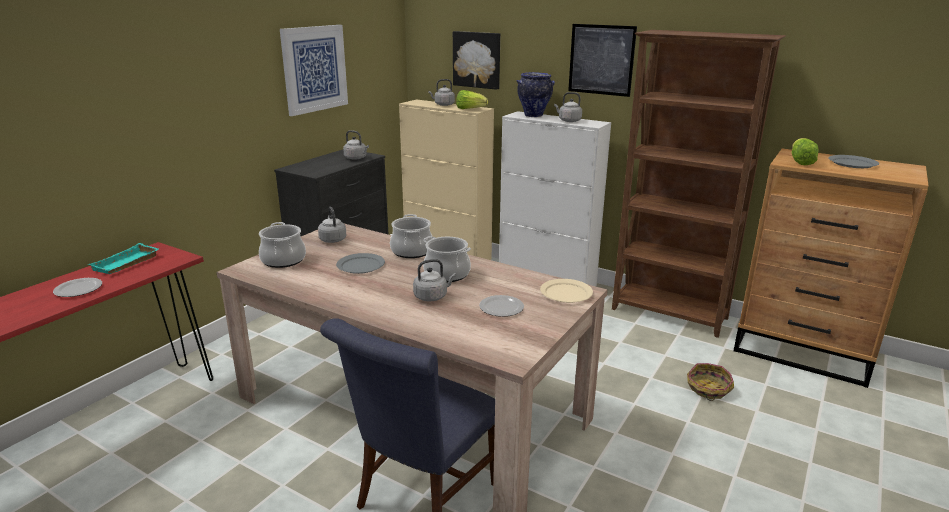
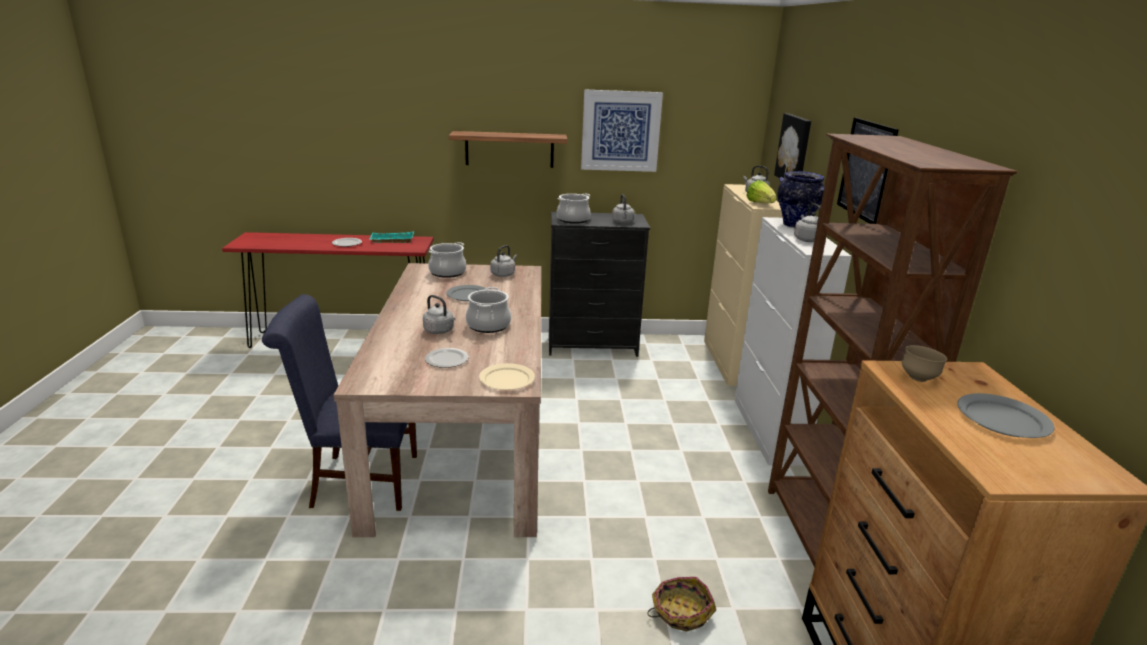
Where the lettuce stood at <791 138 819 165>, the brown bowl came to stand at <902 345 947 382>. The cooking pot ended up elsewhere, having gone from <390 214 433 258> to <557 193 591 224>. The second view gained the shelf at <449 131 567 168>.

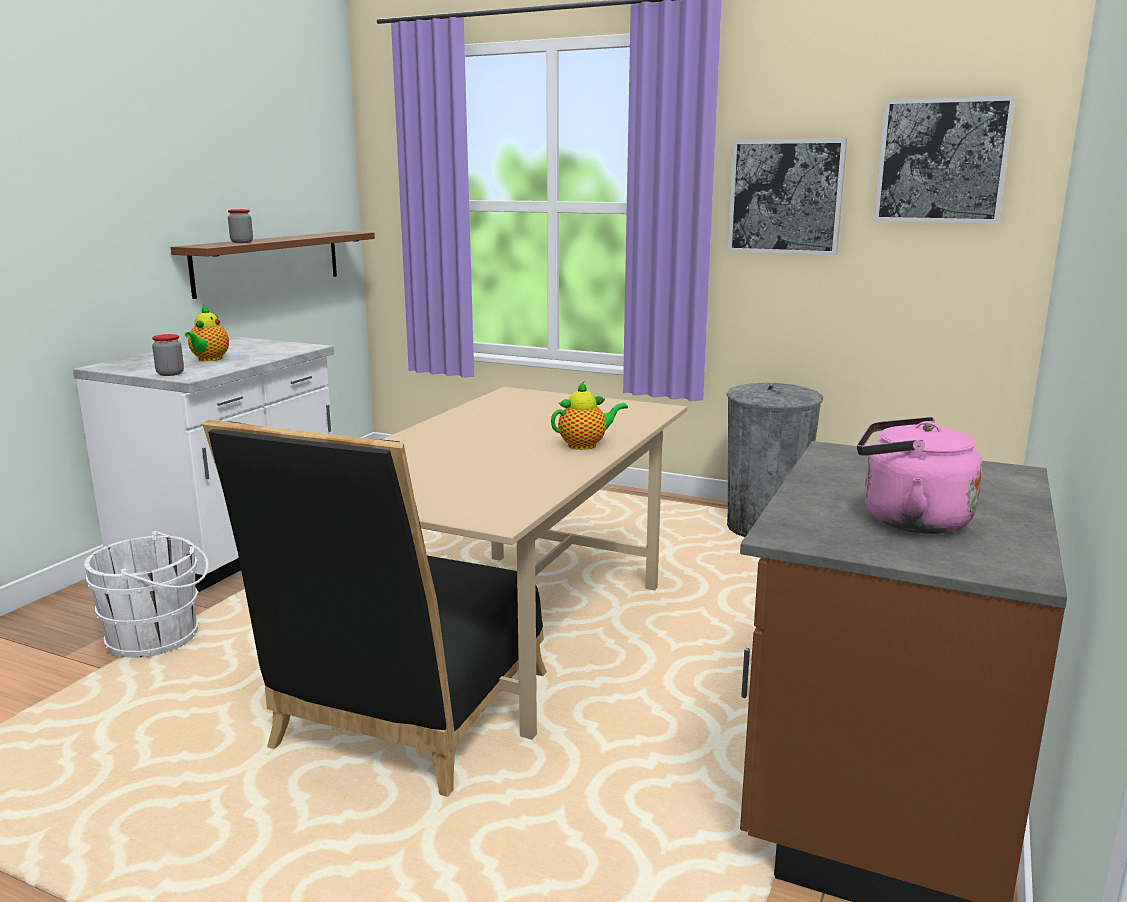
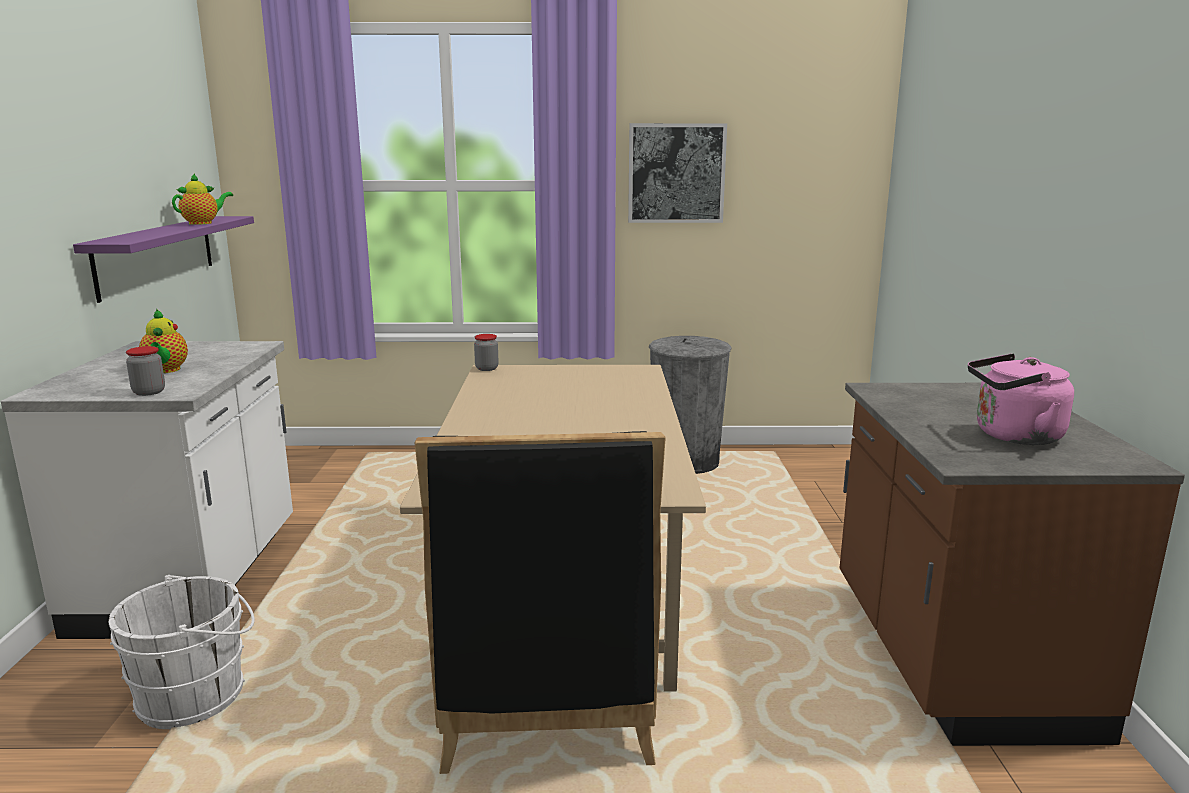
The second view lost the picture at <874 95 1016 223>. The jar ended up elsewhere, having gone from <228 209 253 243> to <474 334 499 371>. What was the brown shelf at <171 231 375 299> turned into the purple shelf at <73 216 254 303>. The teapot ended up elsewhere, having gone from <551 381 628 450> to <172 174 233 225>.

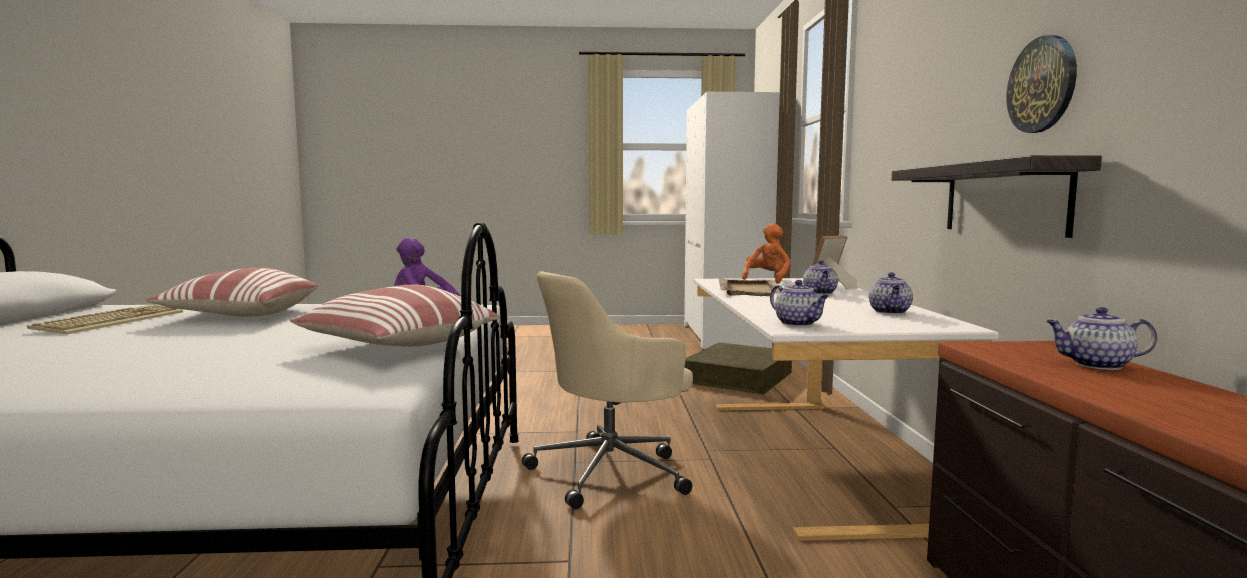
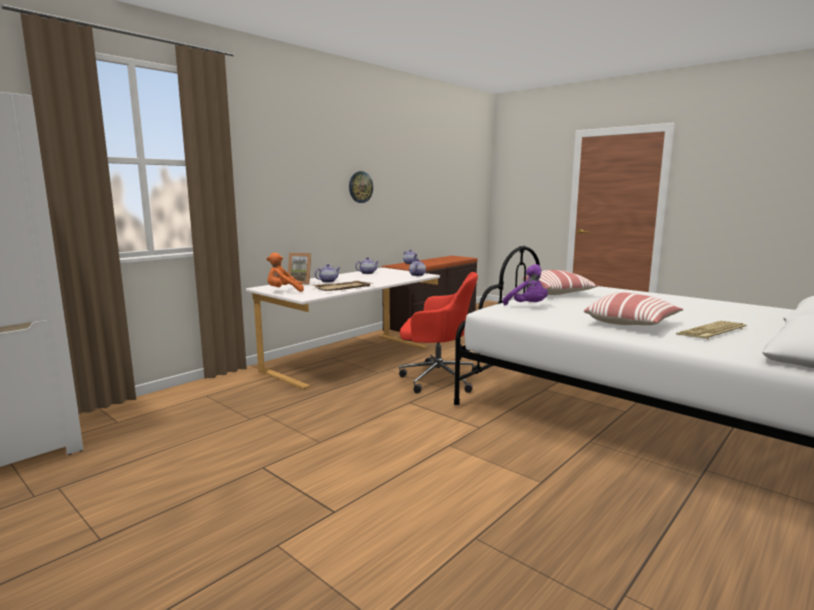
The second view lost the shelf at <892 155 1102 238>. What was the beige office chair at <522 271 693 509> turned into the red office chair at <399 272 478 393>. The second view lost the brown storage box at <684 343 792 395>.

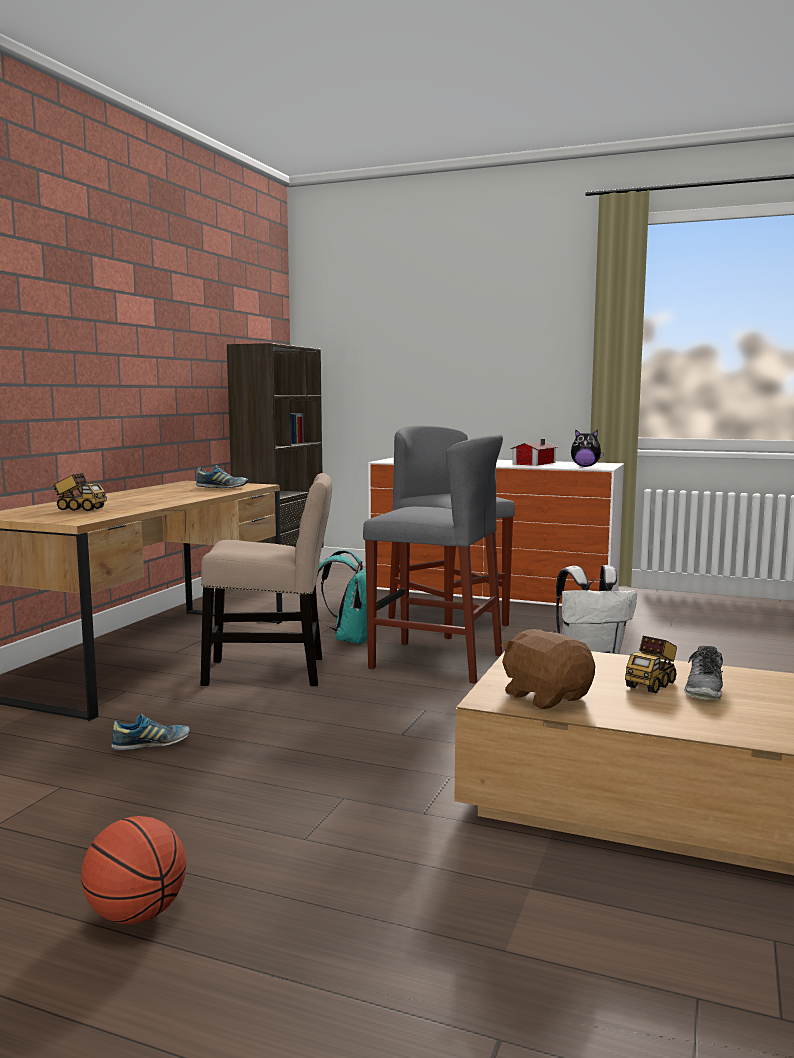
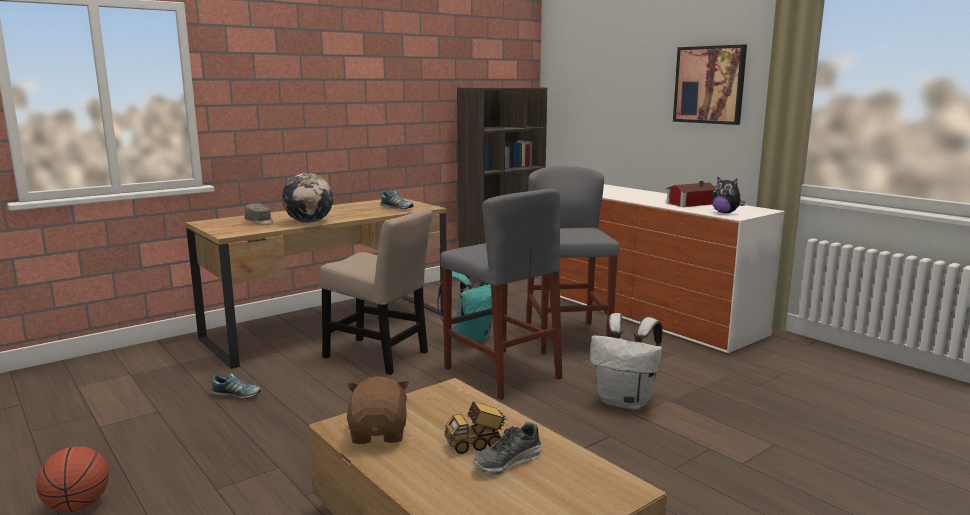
Where the toy truck stood at <52 473 107 511>, the grey cap came to stand at <245 203 274 225>. The second view gained the picture at <673 44 747 125>. The second view gained the globe at <282 173 333 223>.

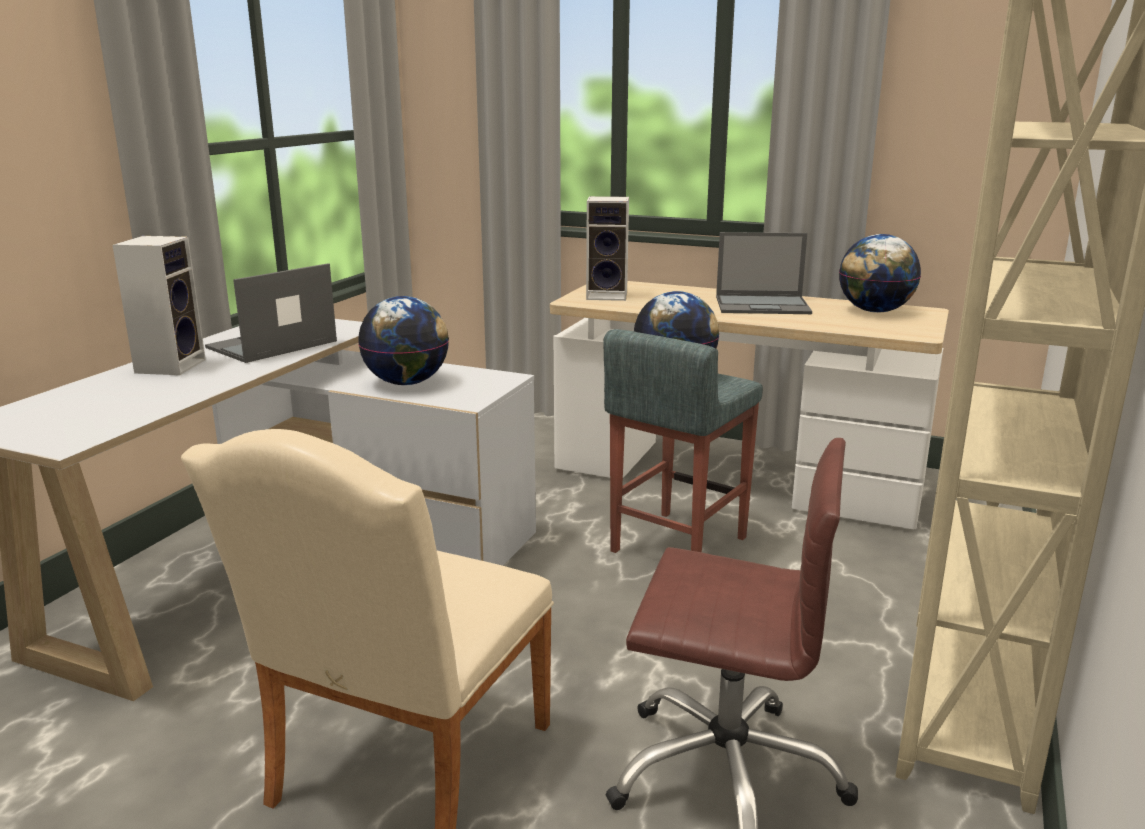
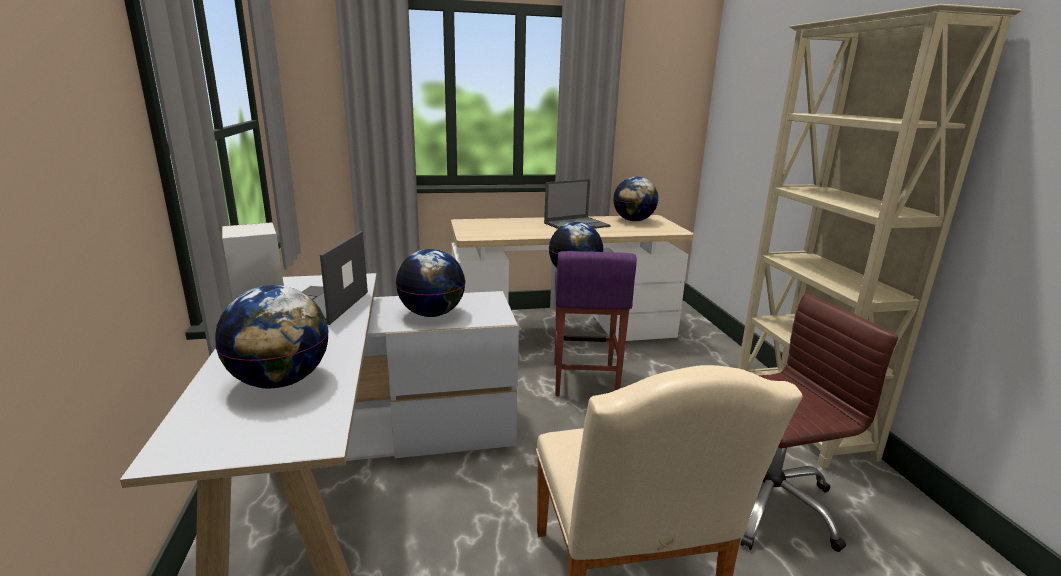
The second view lost the speaker at <586 196 629 301>. What was the grey stool at <603 329 763 553> turned into the purple stool at <554 251 637 396>. The second view gained the globe at <215 285 329 388>.

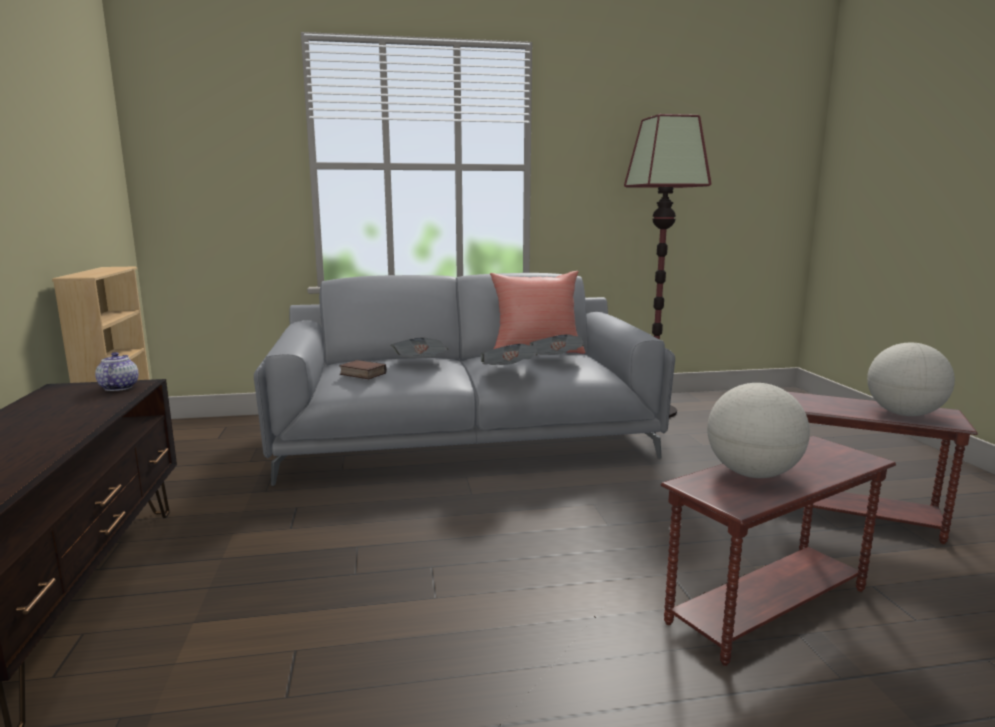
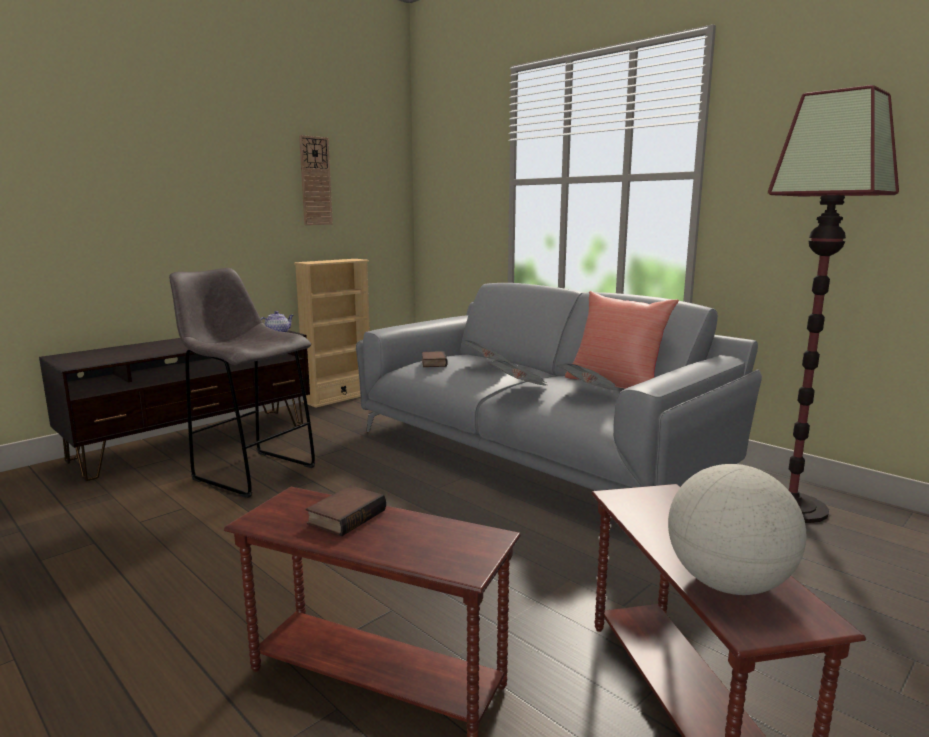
Where the globe stood at <707 383 810 478>, the book came to stand at <306 485 386 536>. The second view gained the wall clock at <299 135 333 225>. The second view gained the grey stool at <169 268 315 498>.

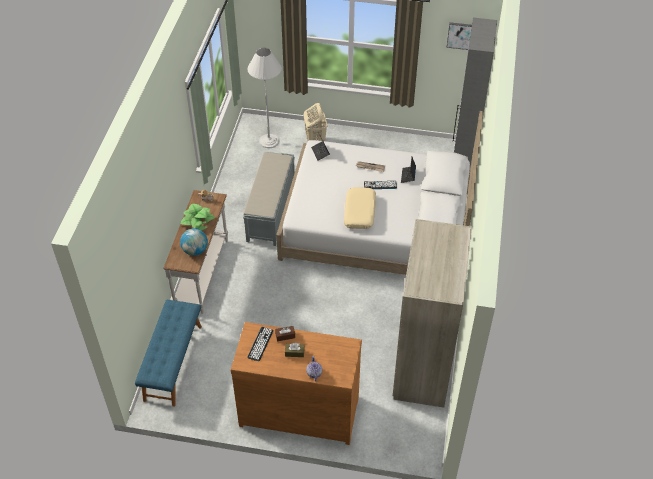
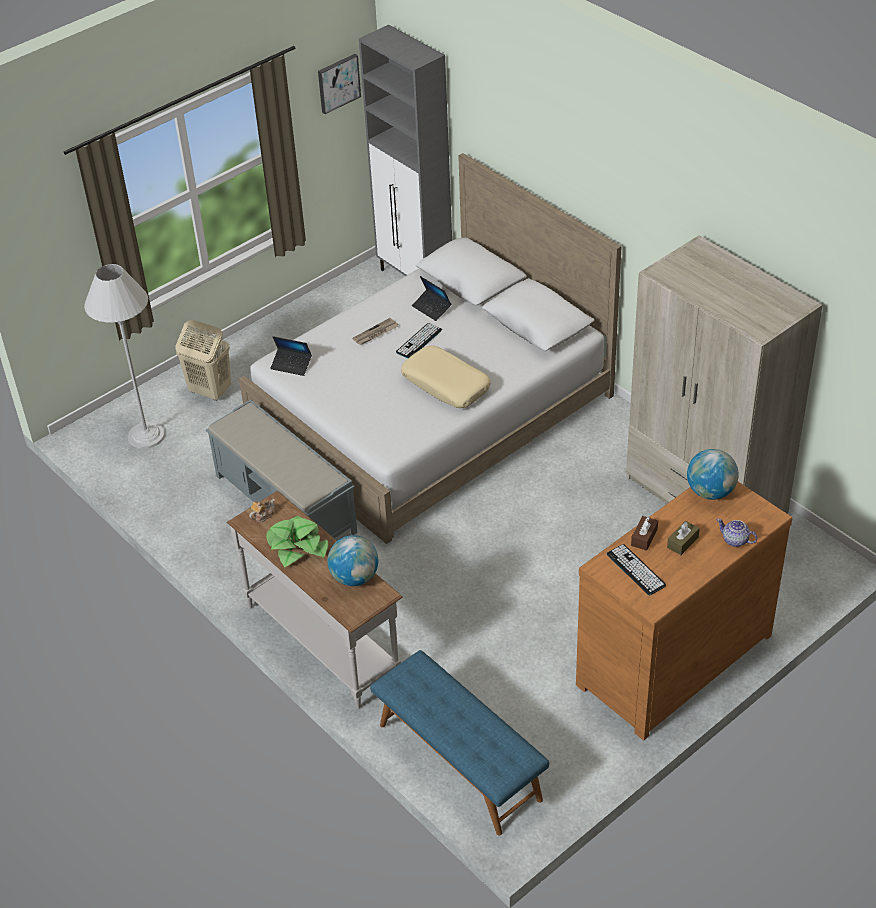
The second view gained the globe at <687 449 739 500>.

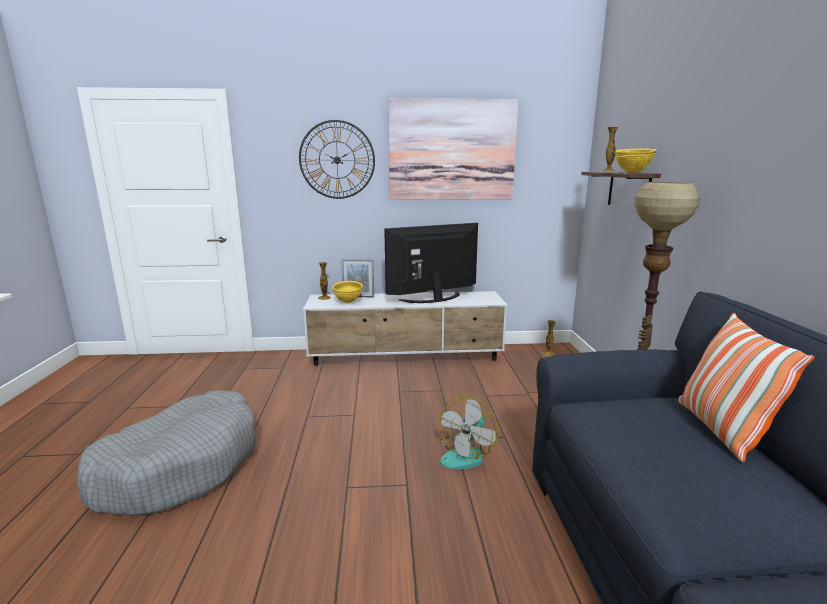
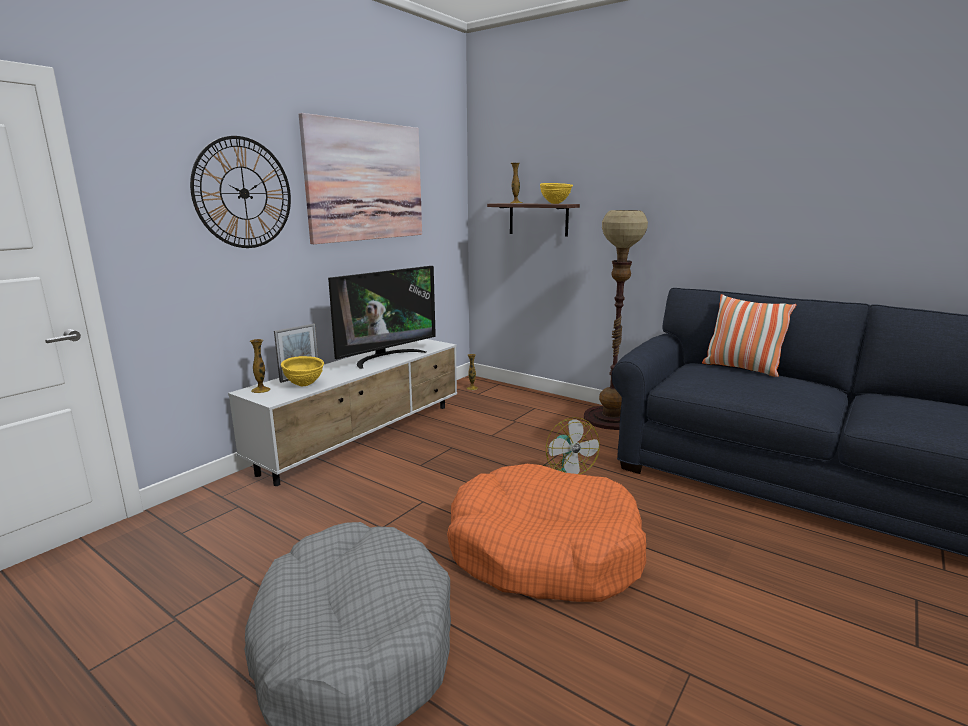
The television at <384 223 478 303> ended up facing another way, 150 degrees counterclockwise from before. The second view gained the orange dog bed at <447 464 646 602>.

